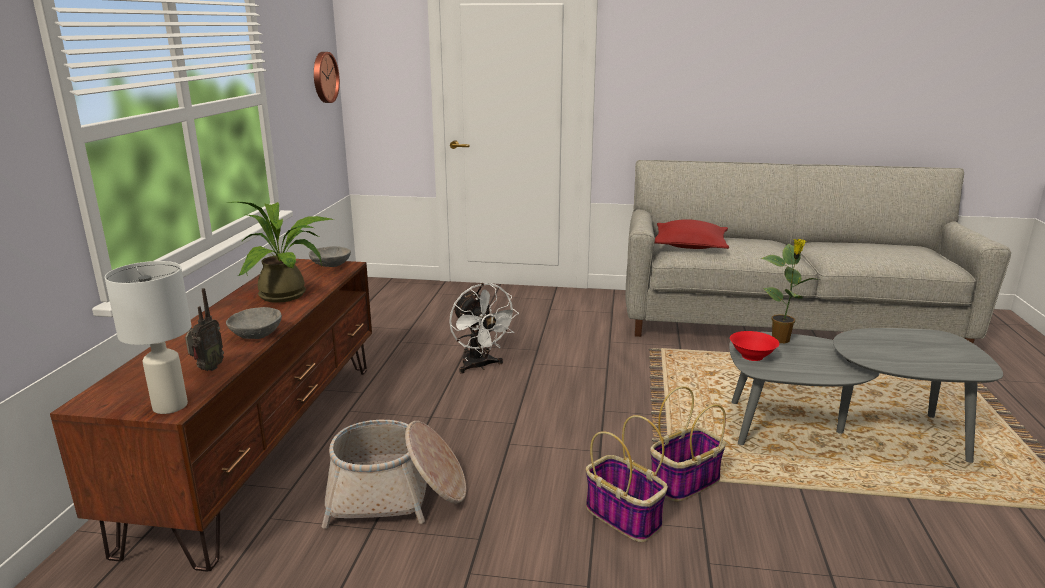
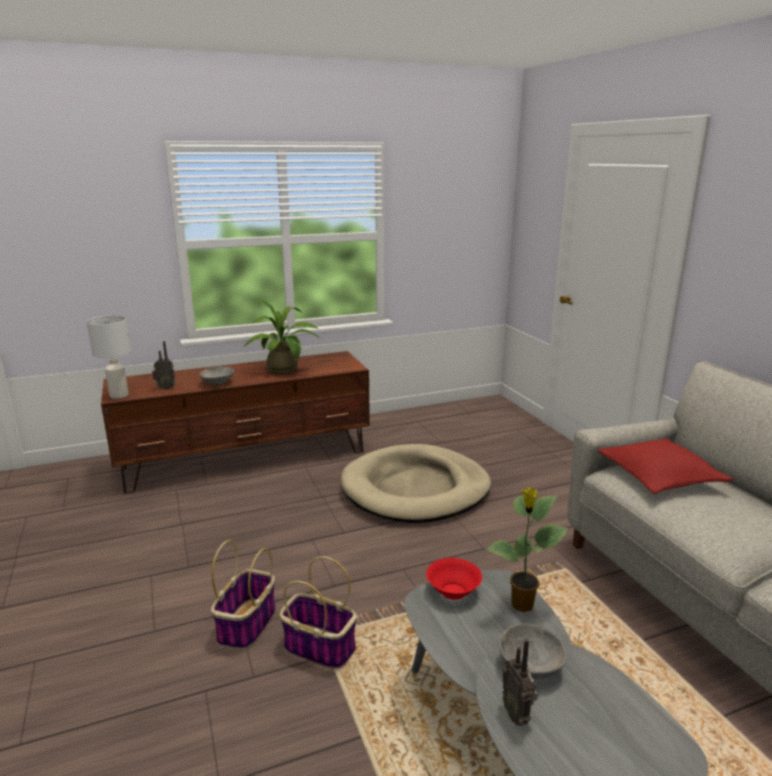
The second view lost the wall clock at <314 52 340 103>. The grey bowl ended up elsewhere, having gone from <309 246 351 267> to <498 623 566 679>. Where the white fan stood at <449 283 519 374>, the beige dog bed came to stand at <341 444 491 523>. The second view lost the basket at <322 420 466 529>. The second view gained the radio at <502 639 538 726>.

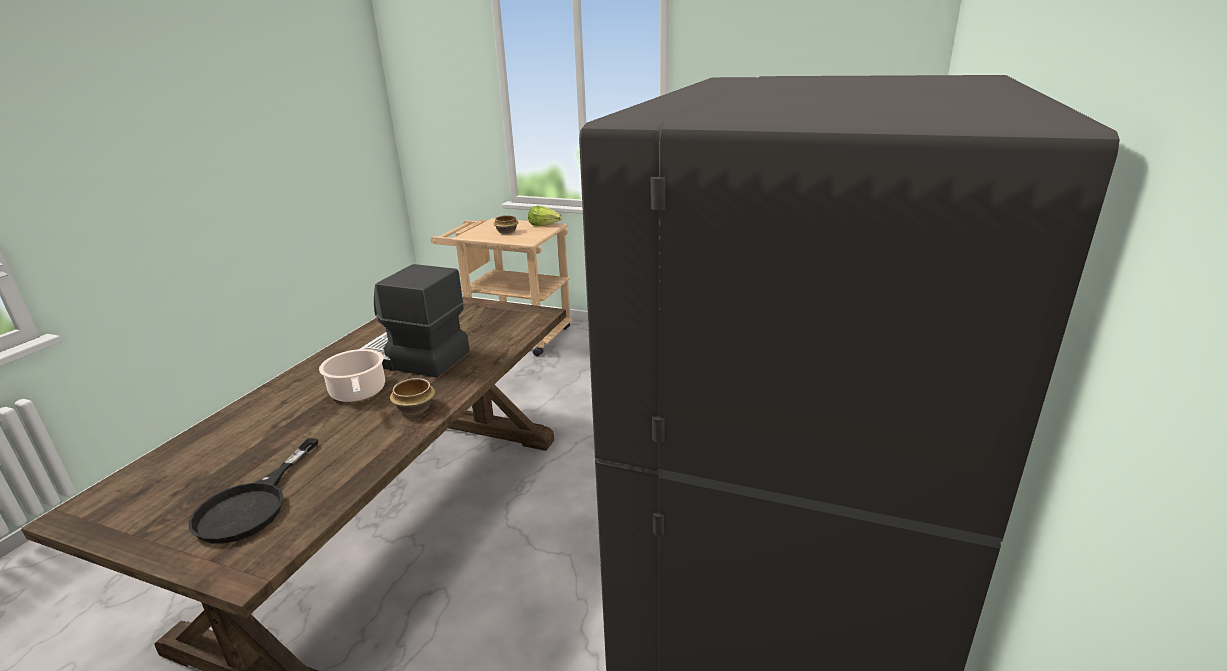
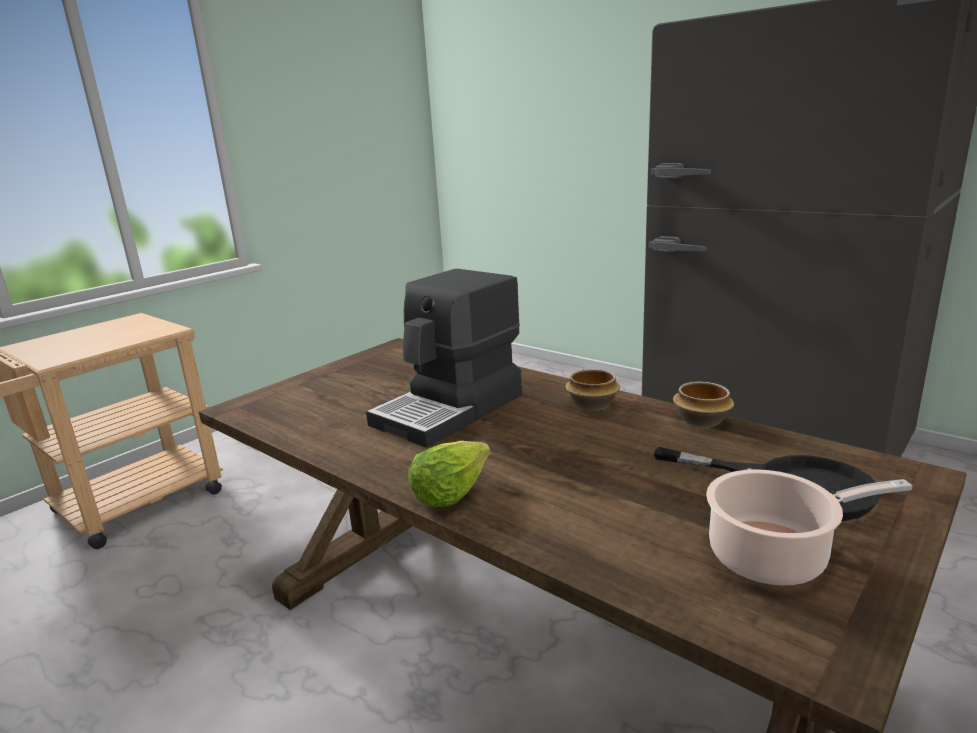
The lettuce ended up elsewhere, having gone from <528 206 562 226> to <408 441 490 507>. The bowl ended up elsewhere, having gone from <493 215 519 234> to <673 382 734 428>. The cooking pot ended up elsewhere, having gone from <319 349 385 402> to <706 469 912 586>.

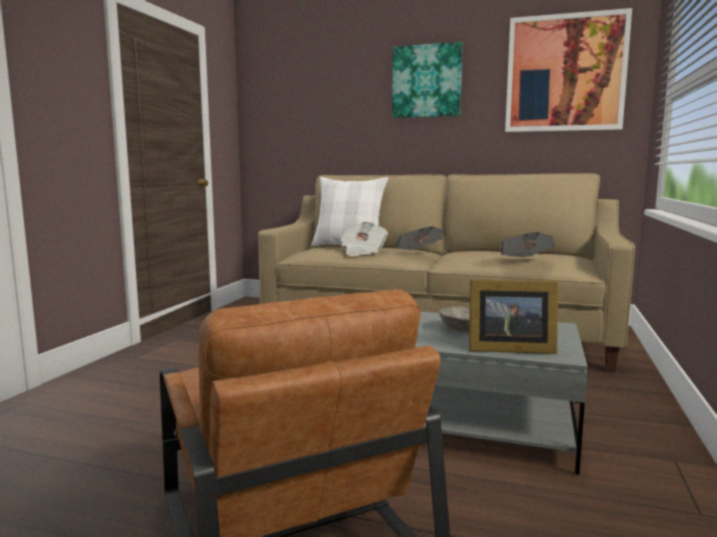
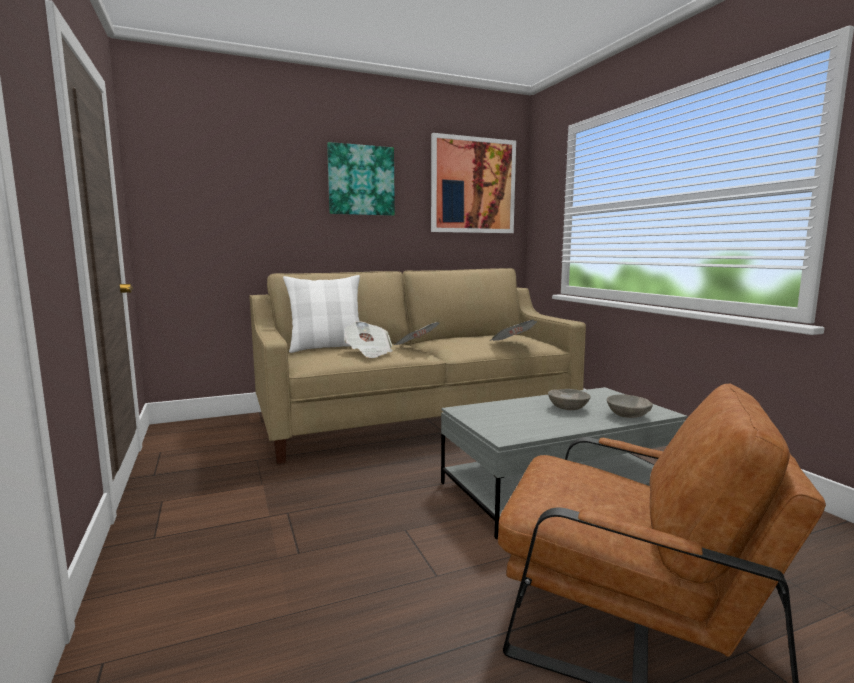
Where the picture frame stood at <469 280 558 354>, the grey bowl came to stand at <607 394 653 418>.

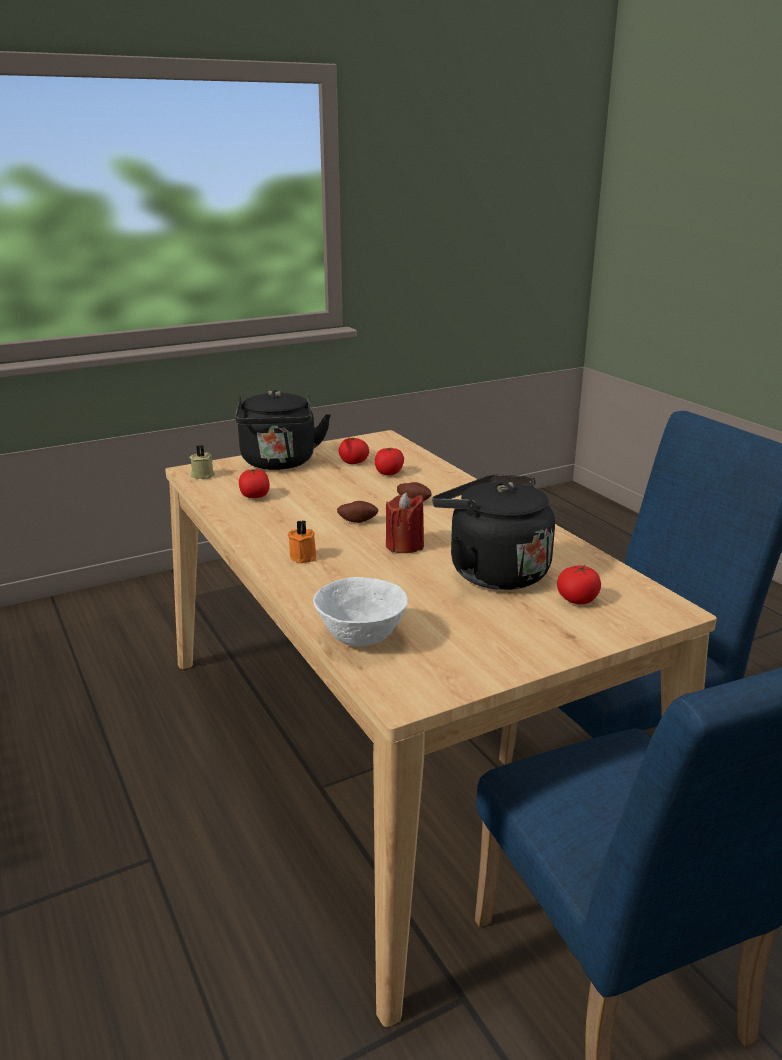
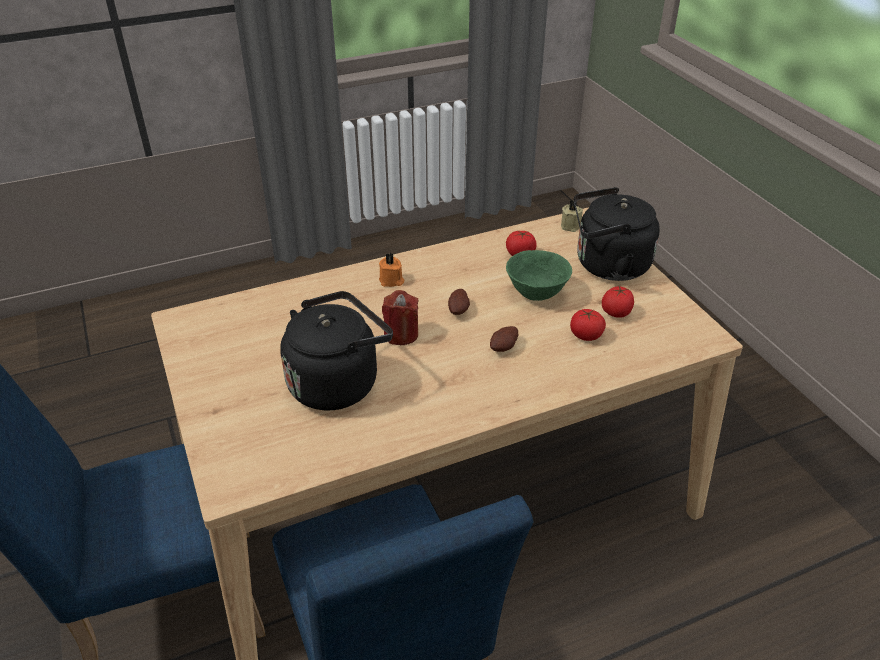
The second view lost the tomato at <557 565 601 605>. The second view lost the white bowl at <313 577 408 647>. The second view gained the green bowl at <506 250 572 301>.

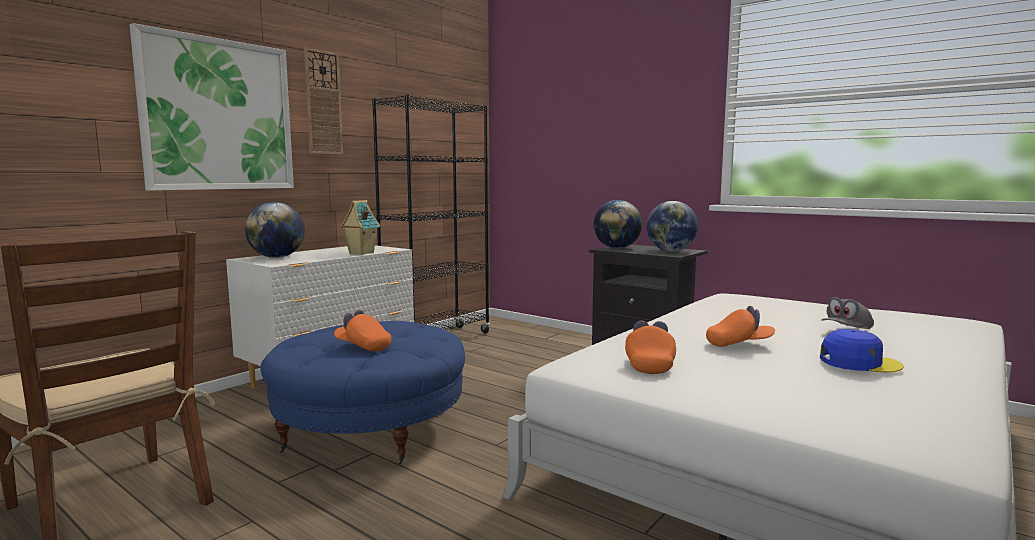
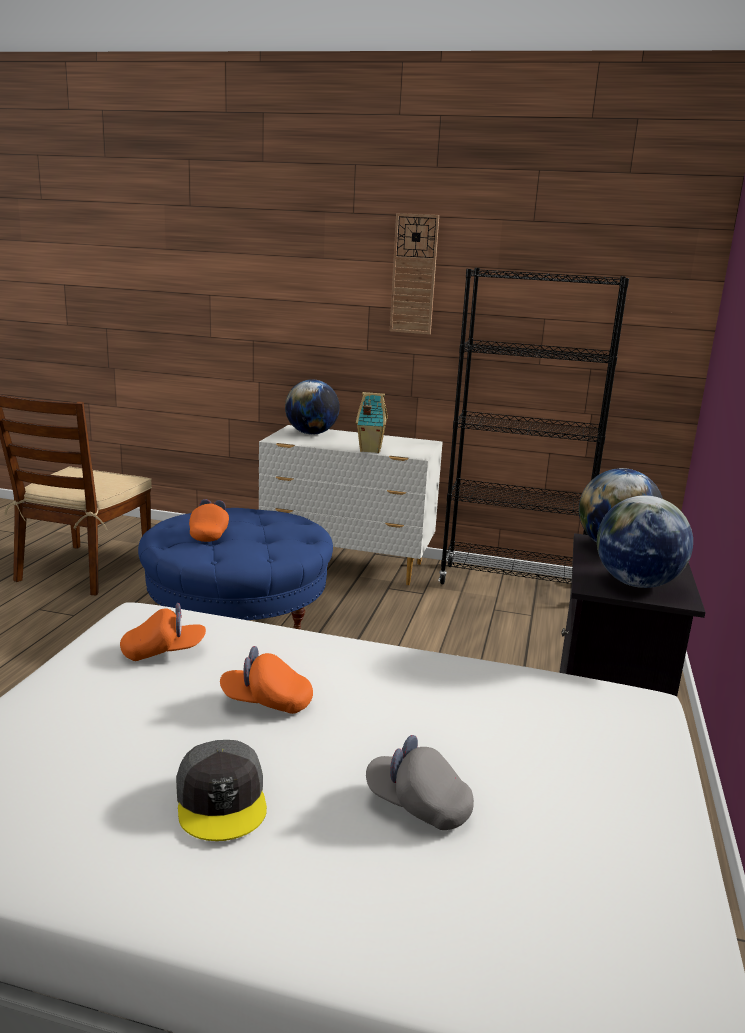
The second view lost the picture at <130 23 294 191>. The orange cap at <706 306 775 347> ended up facing another way, 120 degrees clockwise from before. What was the blue cap at <820 329 904 373> turned into the grey cap at <176 740 267 841>.

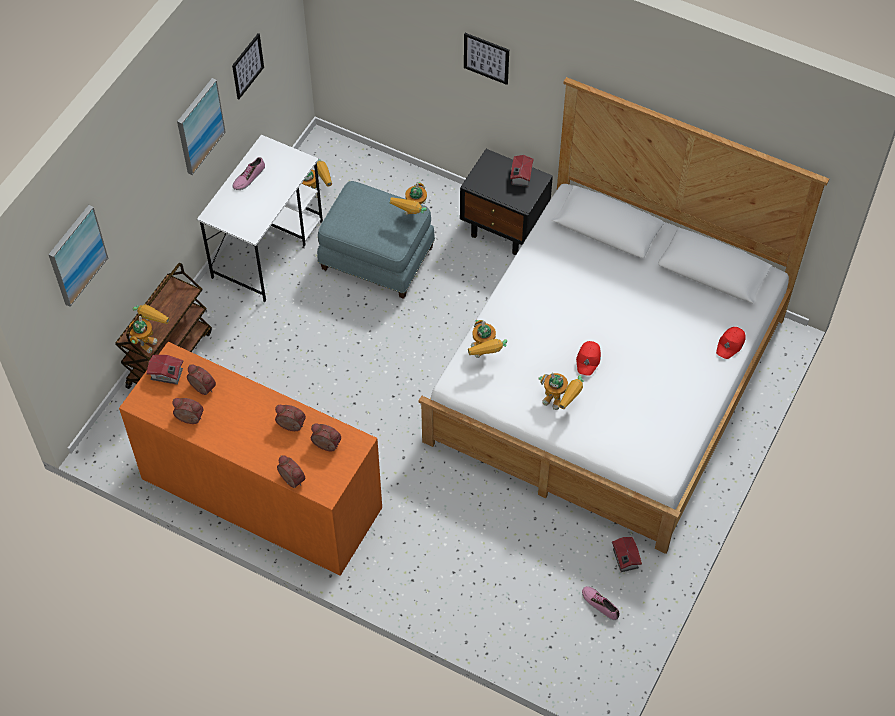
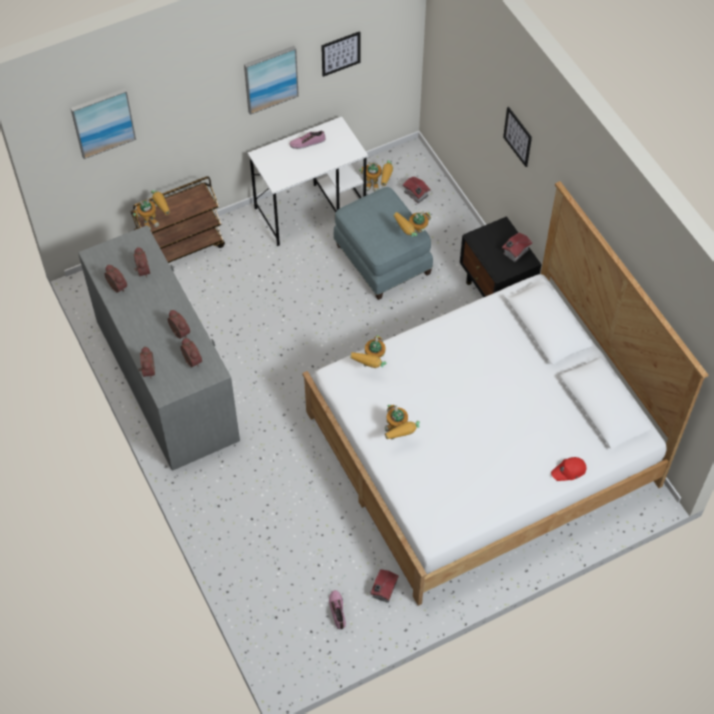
The second view lost the red cap at <576 341 601 376>. What was the orange dresser at <119 342 382 576> turned into the grey dresser at <78 225 240 471>. The toy house ended up elsewhere, having gone from <147 355 184 385> to <403 176 431 203>.

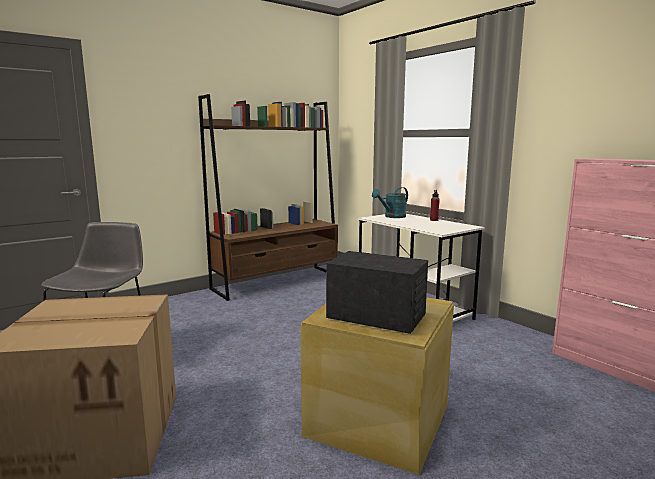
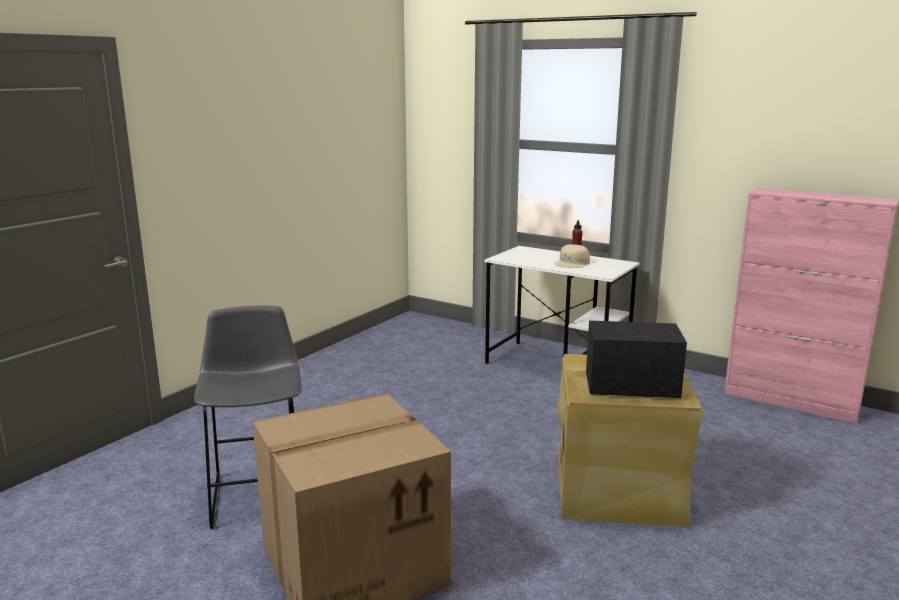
The second view lost the brown bookcase at <198 94 338 301>. The second view lost the turquoise watering can at <372 187 408 218>. The second view gained the beige cap at <554 244 590 268>.

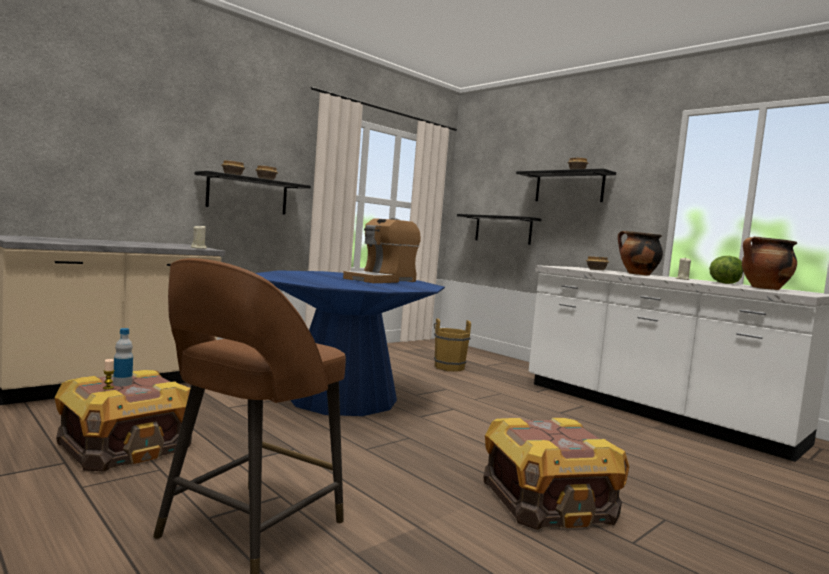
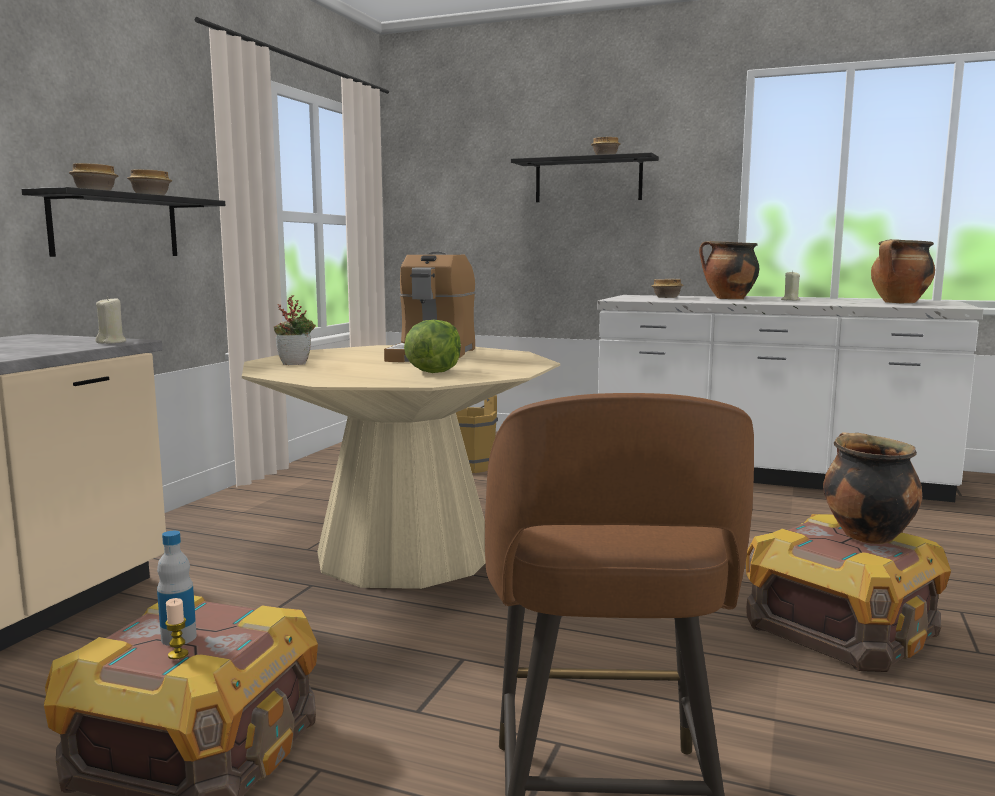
The second view lost the black shelf at <457 214 541 245>. The lettuce ended up elsewhere, having gone from <709 256 743 284> to <404 320 461 373>. What was the blue dining table at <255 271 445 416> turned into the beige dining table at <242 345 560 589>. The second view gained the potted plant at <274 295 316 365>. The second view gained the cooking pot at <823 432 922 544>.

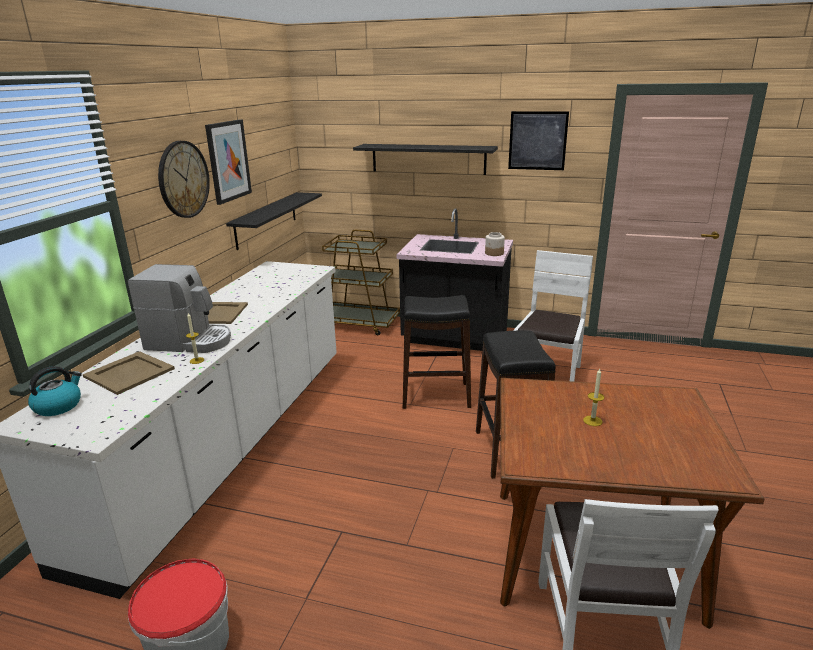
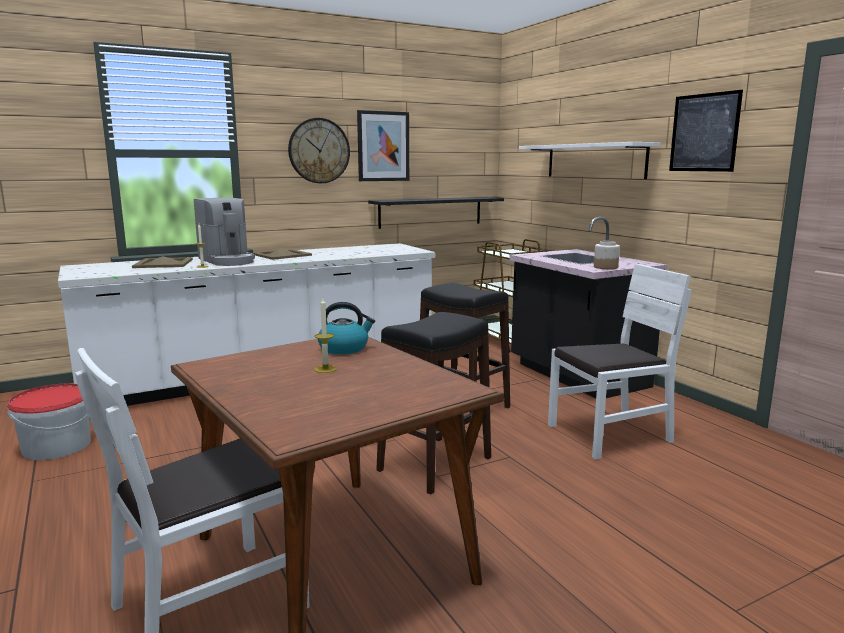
What was the black shelf at <353 144 498 175> turned into the white shelf at <519 142 661 179>. The kettle ended up elsewhere, having gone from <28 366 82 416> to <318 302 375 354>.

